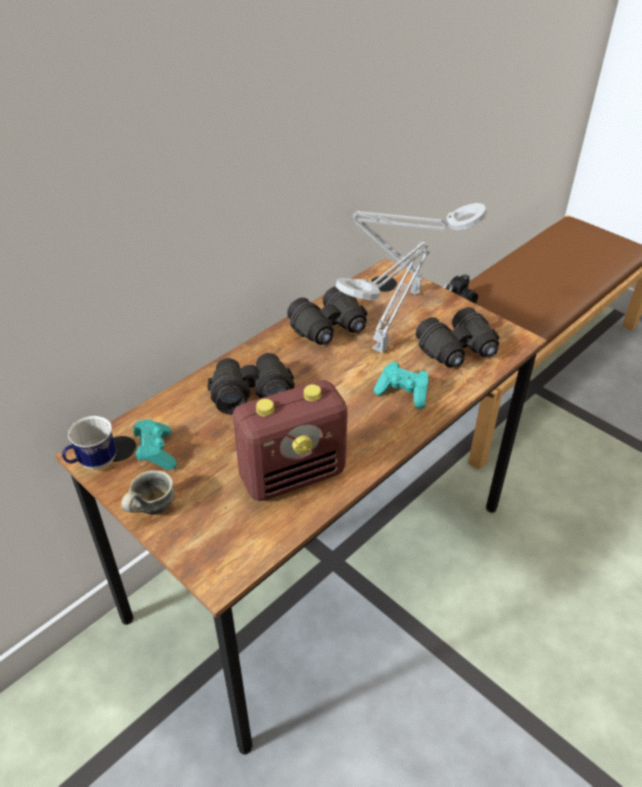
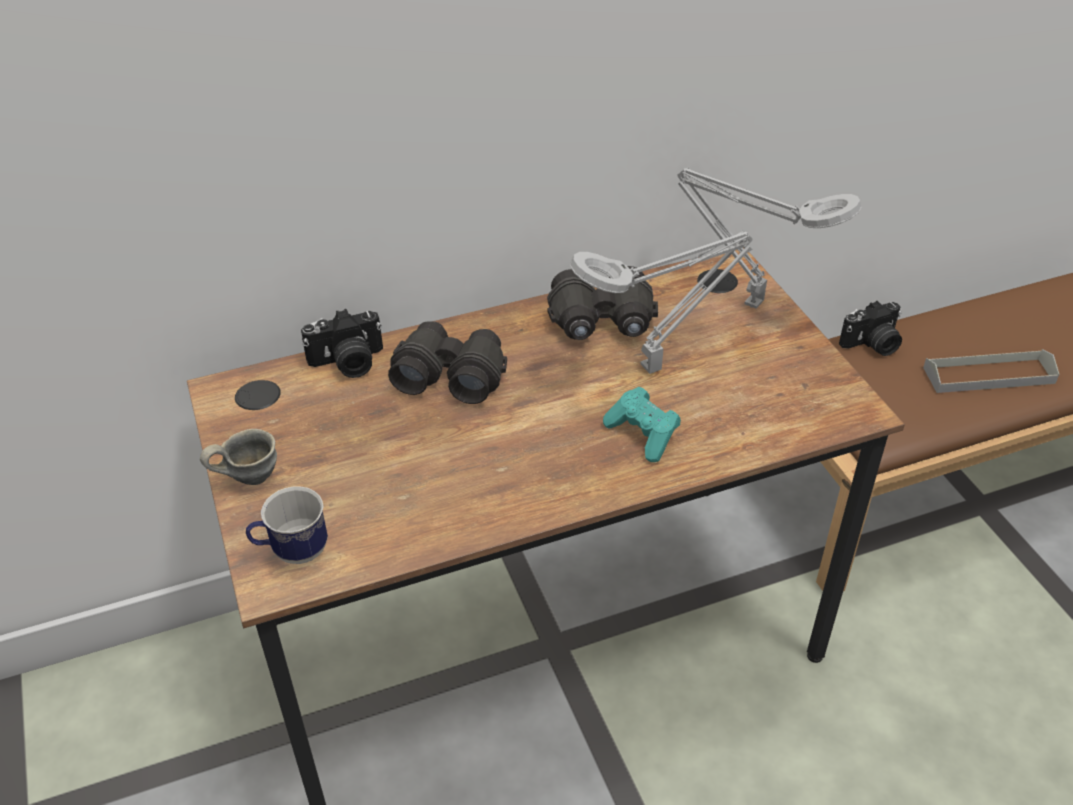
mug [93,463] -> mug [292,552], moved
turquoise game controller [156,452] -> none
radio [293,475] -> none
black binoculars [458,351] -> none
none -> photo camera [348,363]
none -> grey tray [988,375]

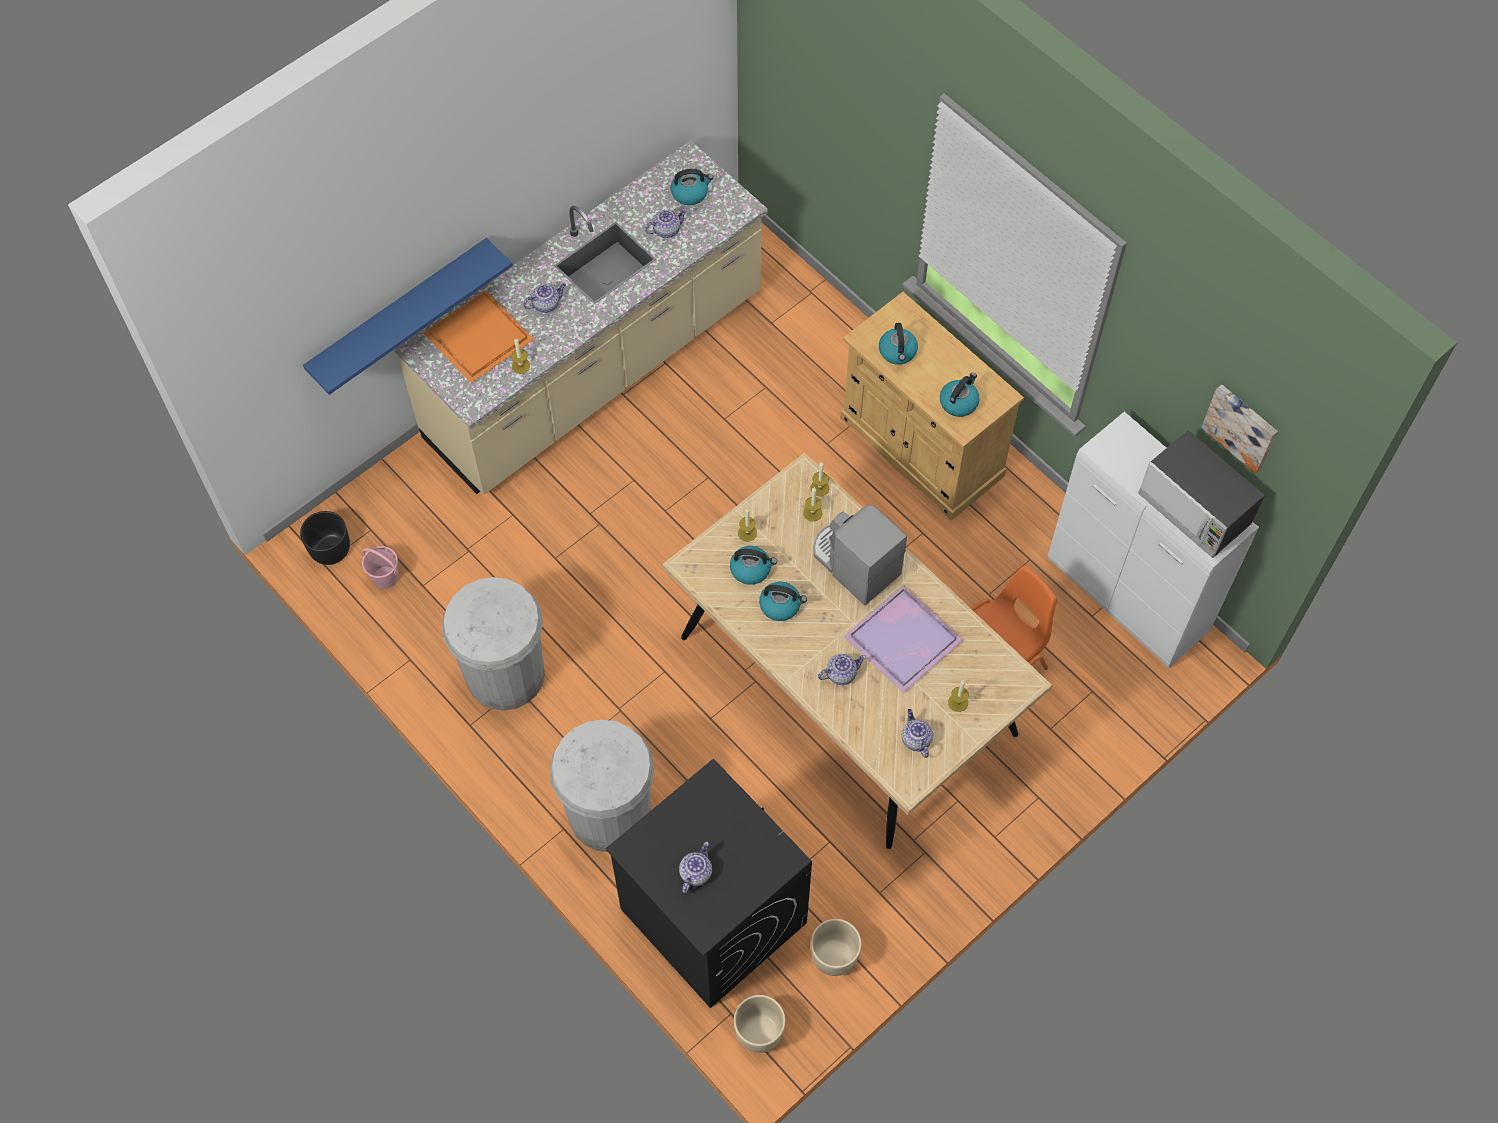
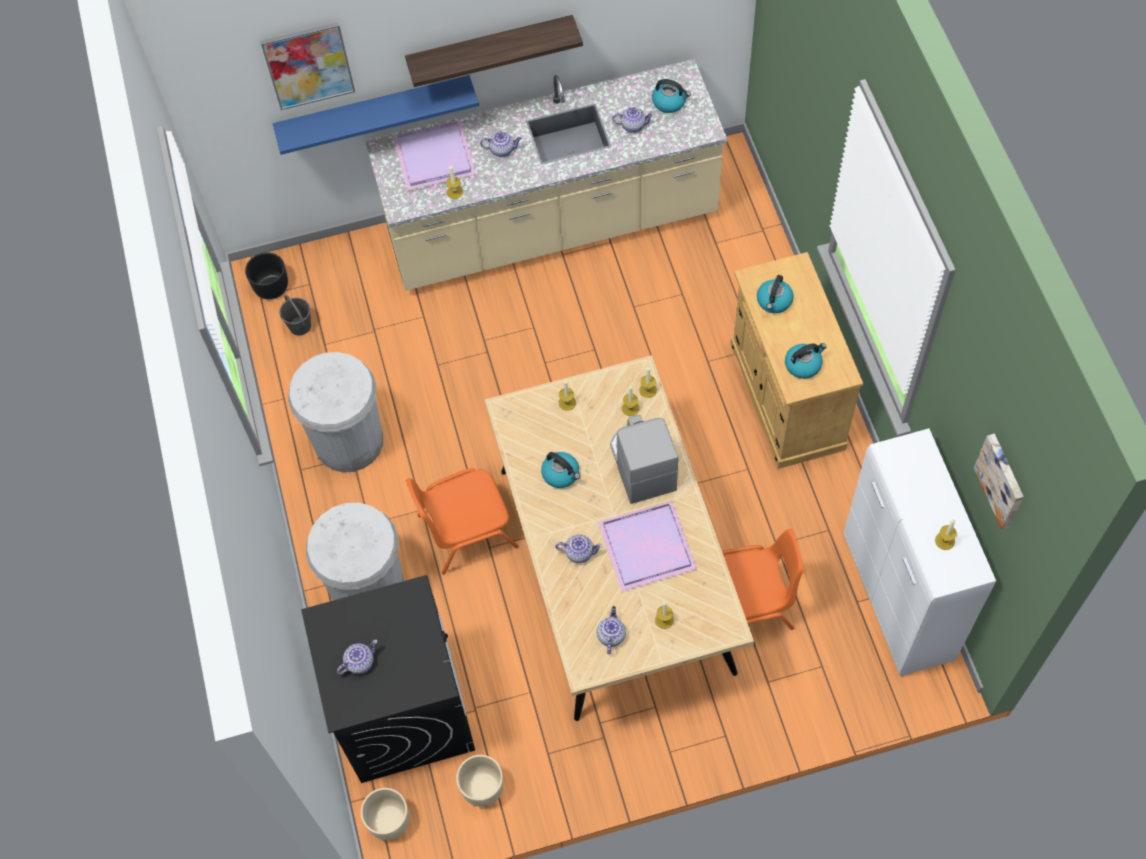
pink bucket [385,577] -> grey bucket [300,326]
orange tray [476,338] -> purple tray [433,156]
kettle [751,569] -> none
microwave [1194,510] -> candle [944,540]
none -> picture [308,65]
none -> shelf [490,48]
none -> orange chair [465,530]

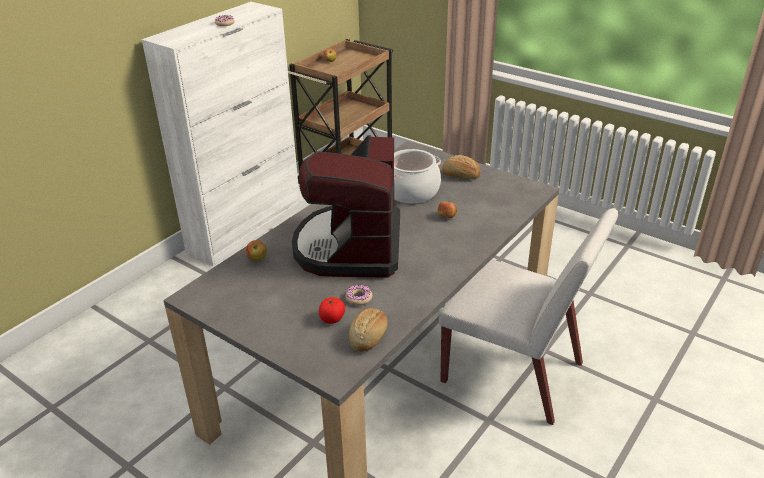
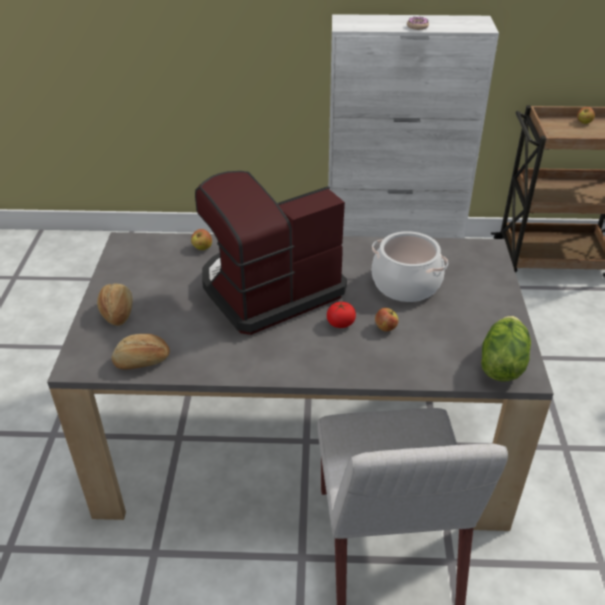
tomato [332,319] -> tomato [340,323], moved
donut [359,298] -> none
bread [460,176] -> bread [117,312], moved
none -> lettuce [501,364]

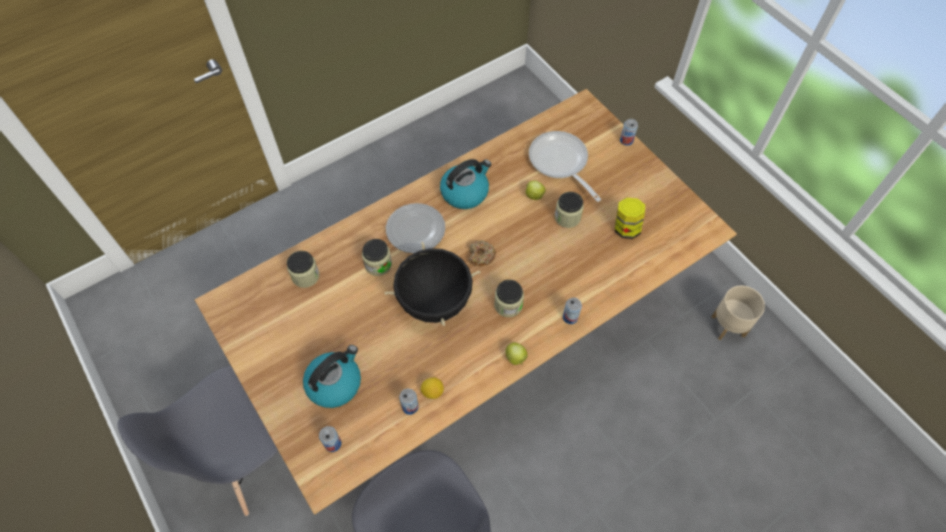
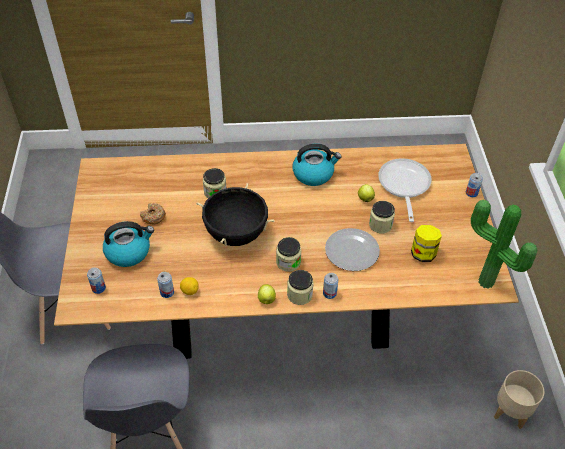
jar [305,276] -> jar [299,294], moved
plate [415,230] -> plate [351,251], moved
donut [481,256] -> donut [153,217], moved
none -> potted plant [484,284]

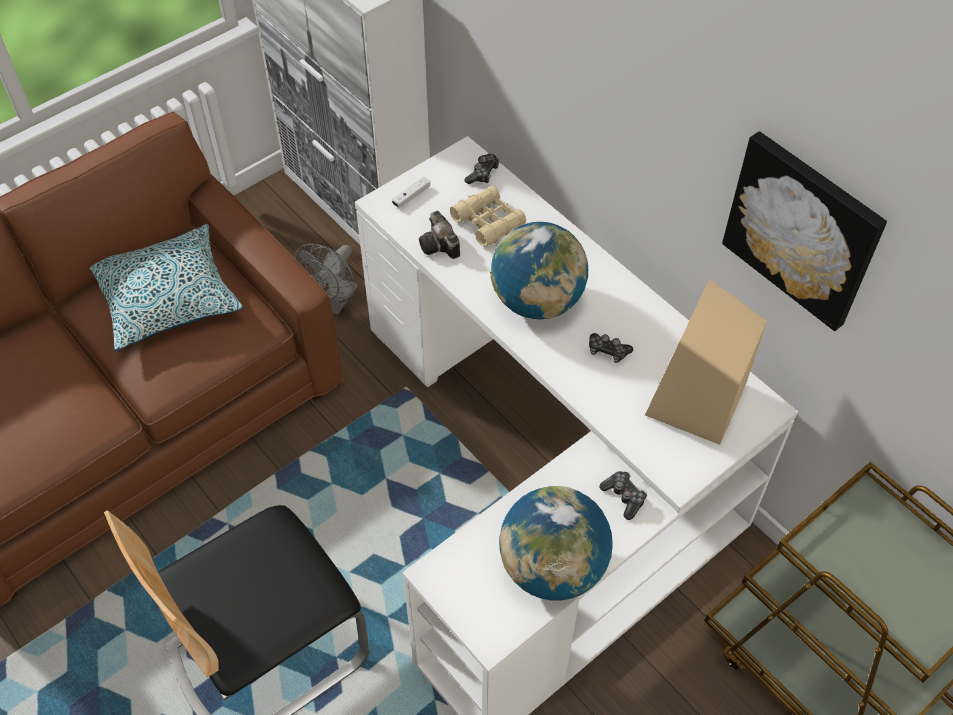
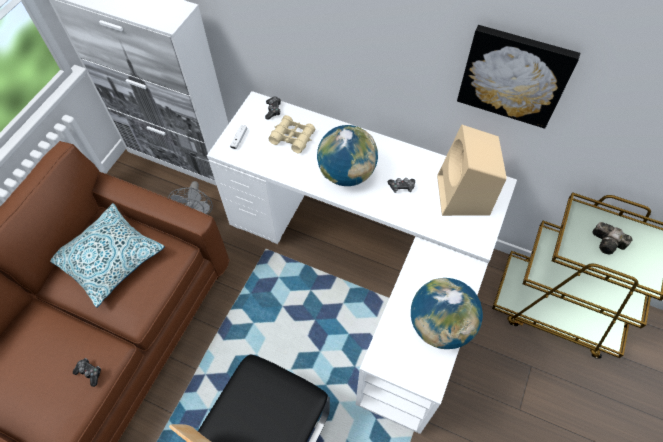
photo camera [440,246] -> photo camera [608,244], moved
game controller [624,497] -> game controller [89,372], moved

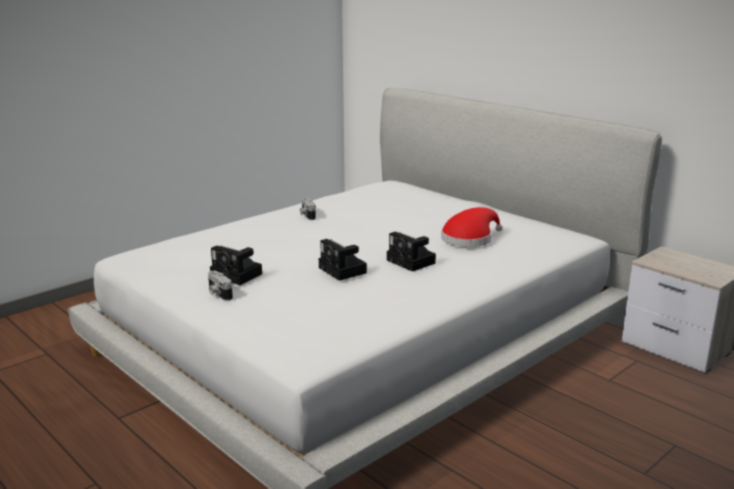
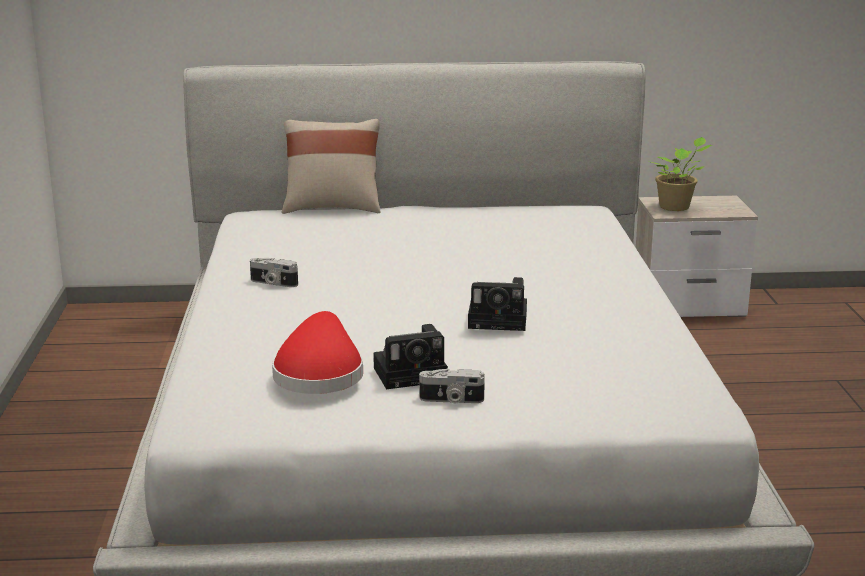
photo camera [412,262] -> none
red hat [469,239] -> red hat [319,373], moved
none -> beige pillow [332,208]
none -> potted plant [676,207]

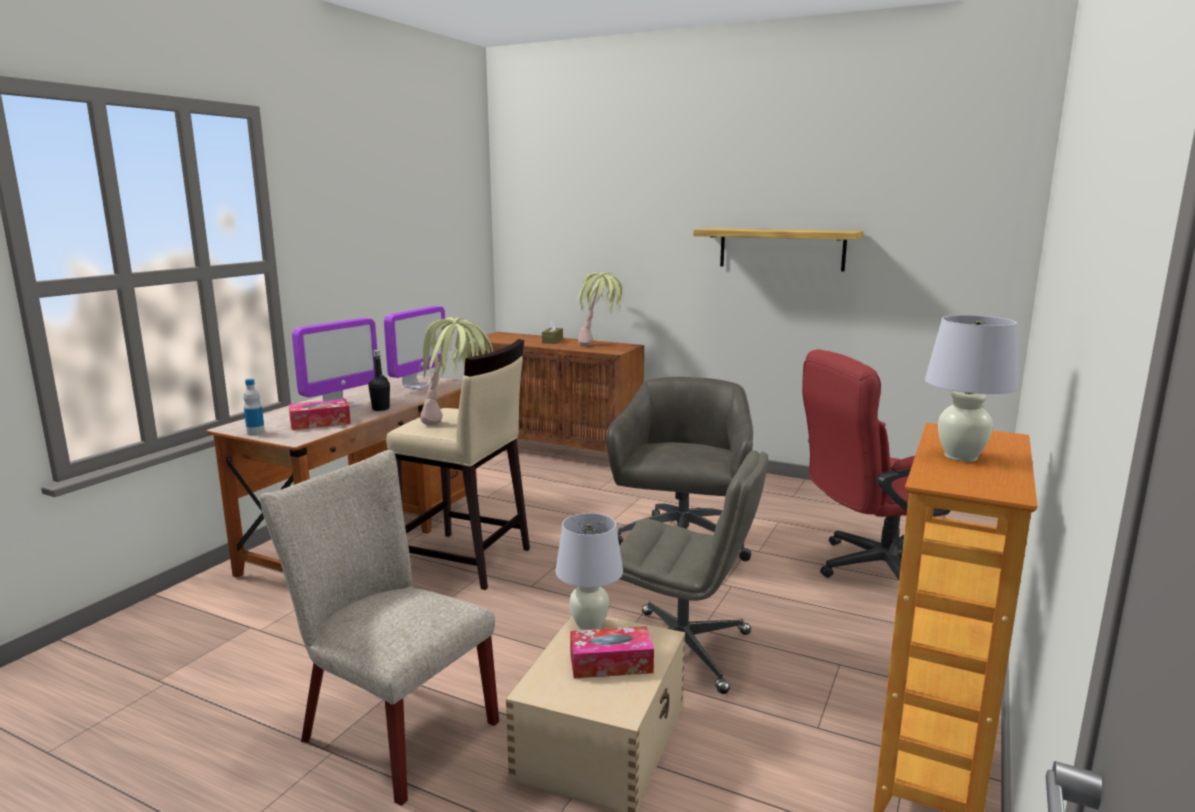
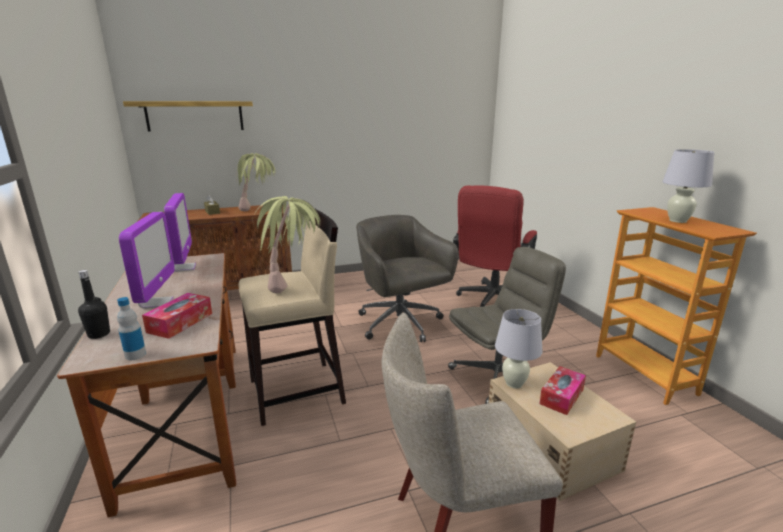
black bottle [381,409] -> black bottle [99,334], moved
shelf [781,249] -> shelf [195,116], moved

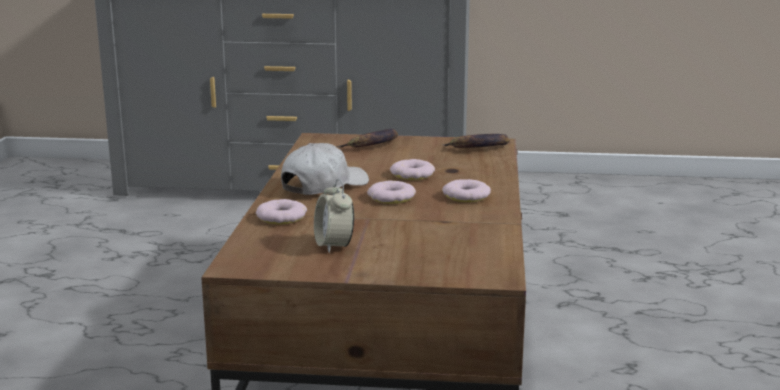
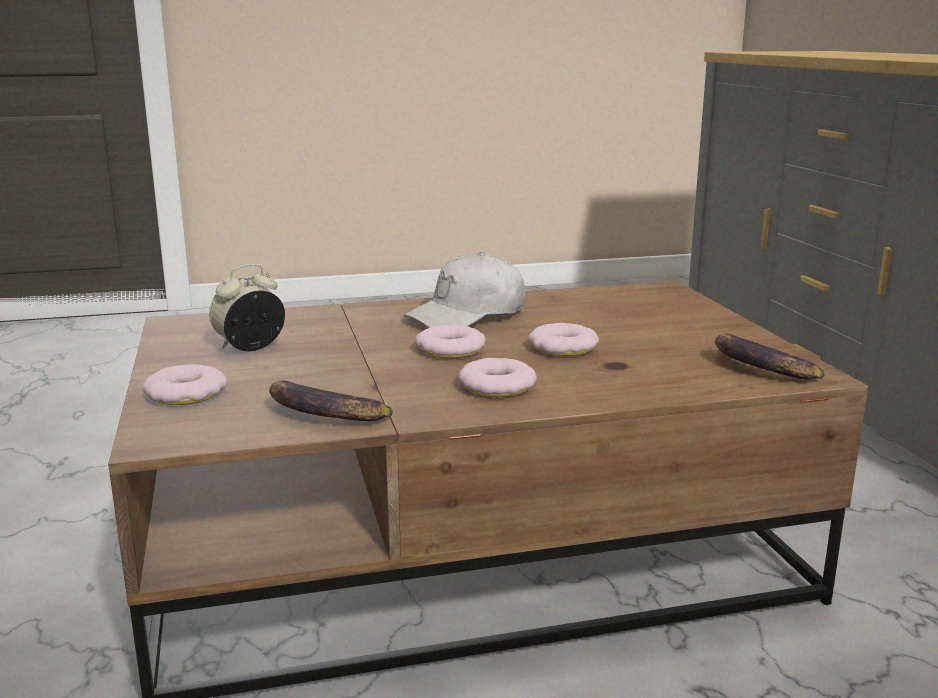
donut [281,217] -> donut [186,393], moved
white cap [323,186] -> white cap [467,316], 120 degrees clockwise
banana [373,145] -> banana [323,413], moved

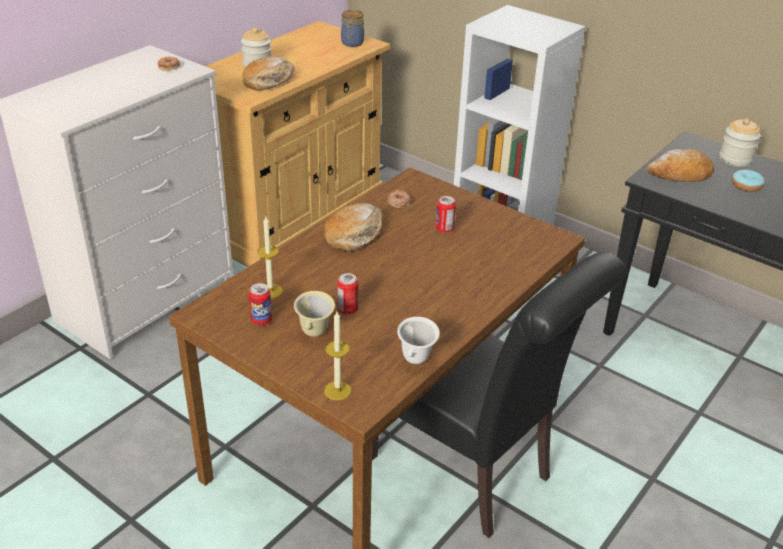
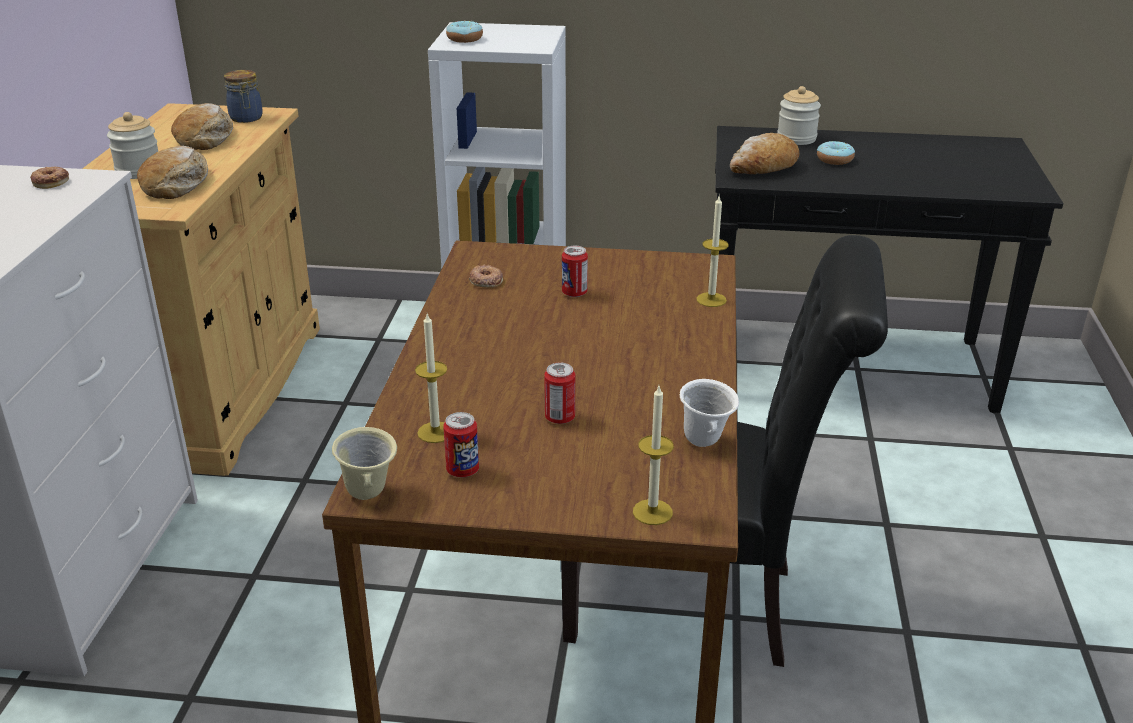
beige mug [315,334] -> beige mug [370,495], moved
bread [354,234] -> bread [205,138], moved
none -> donut [464,39]
none -> candle [711,300]

